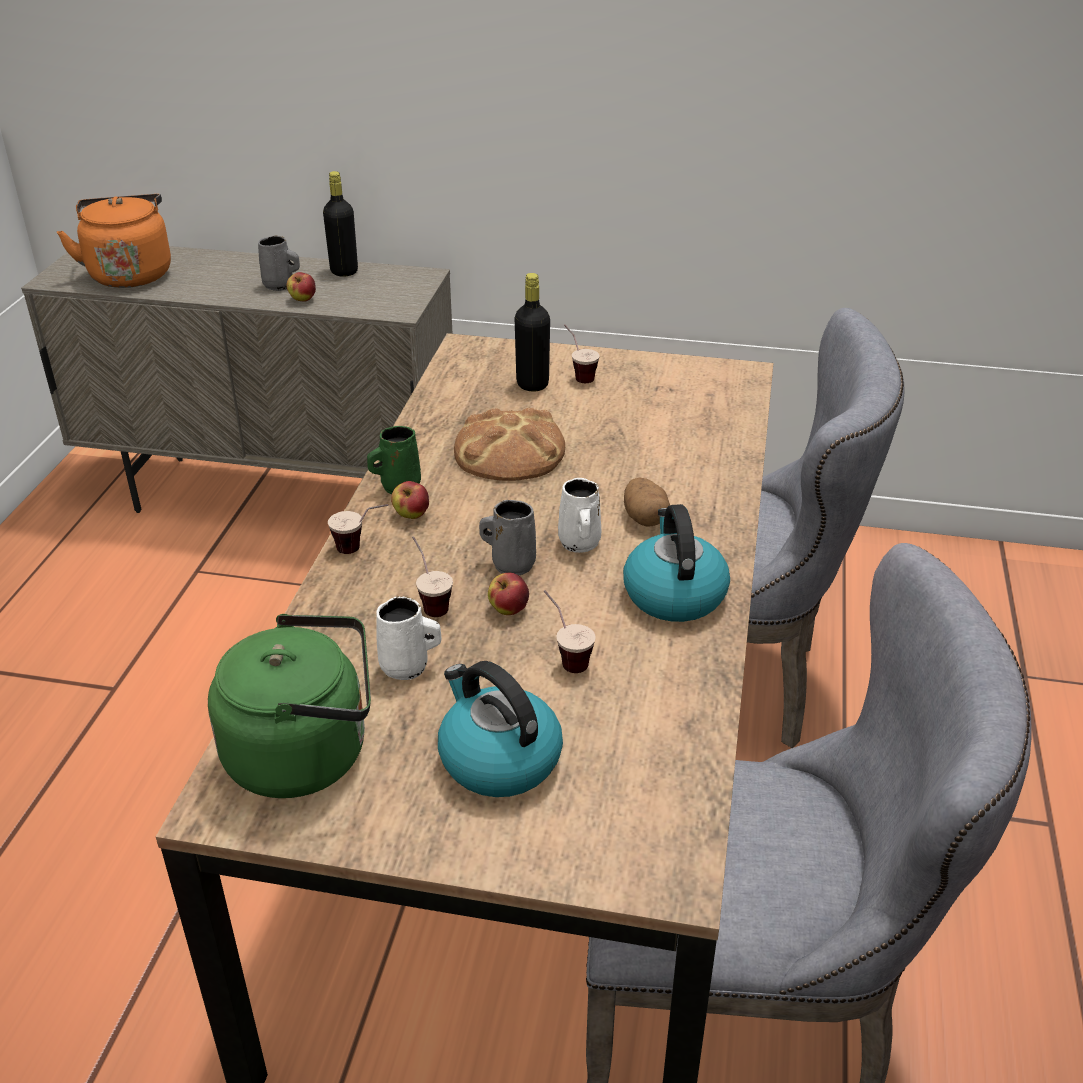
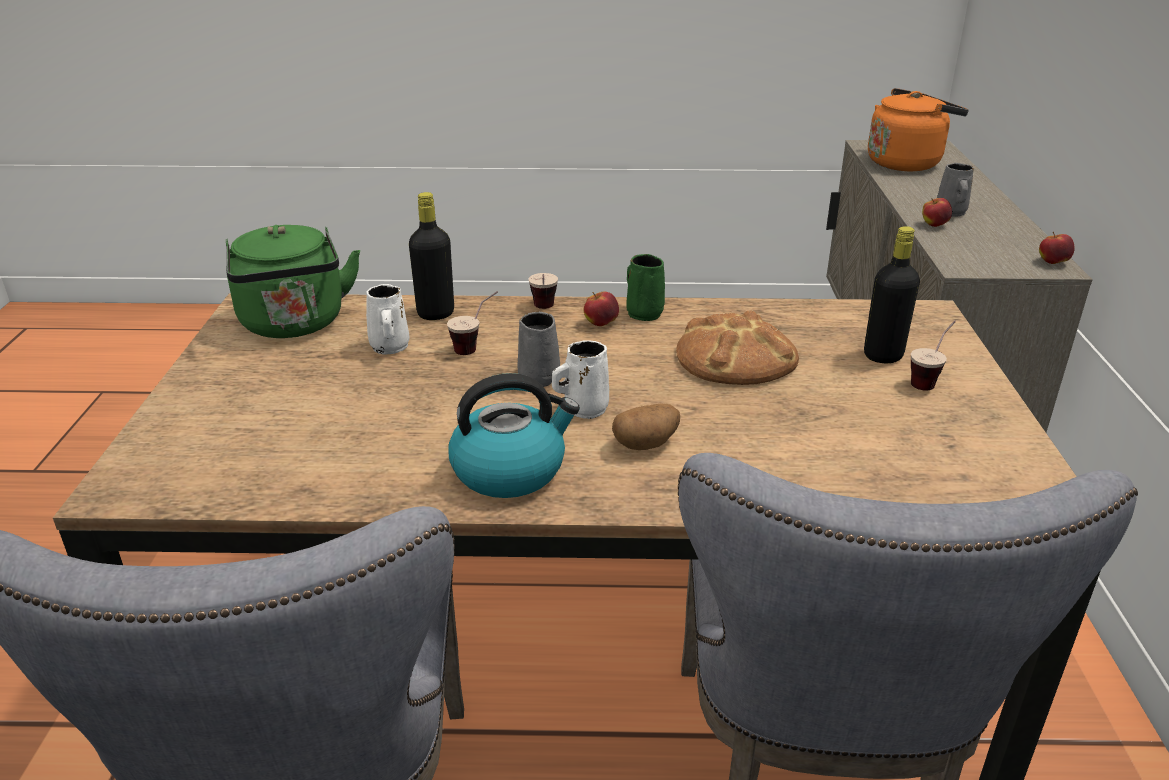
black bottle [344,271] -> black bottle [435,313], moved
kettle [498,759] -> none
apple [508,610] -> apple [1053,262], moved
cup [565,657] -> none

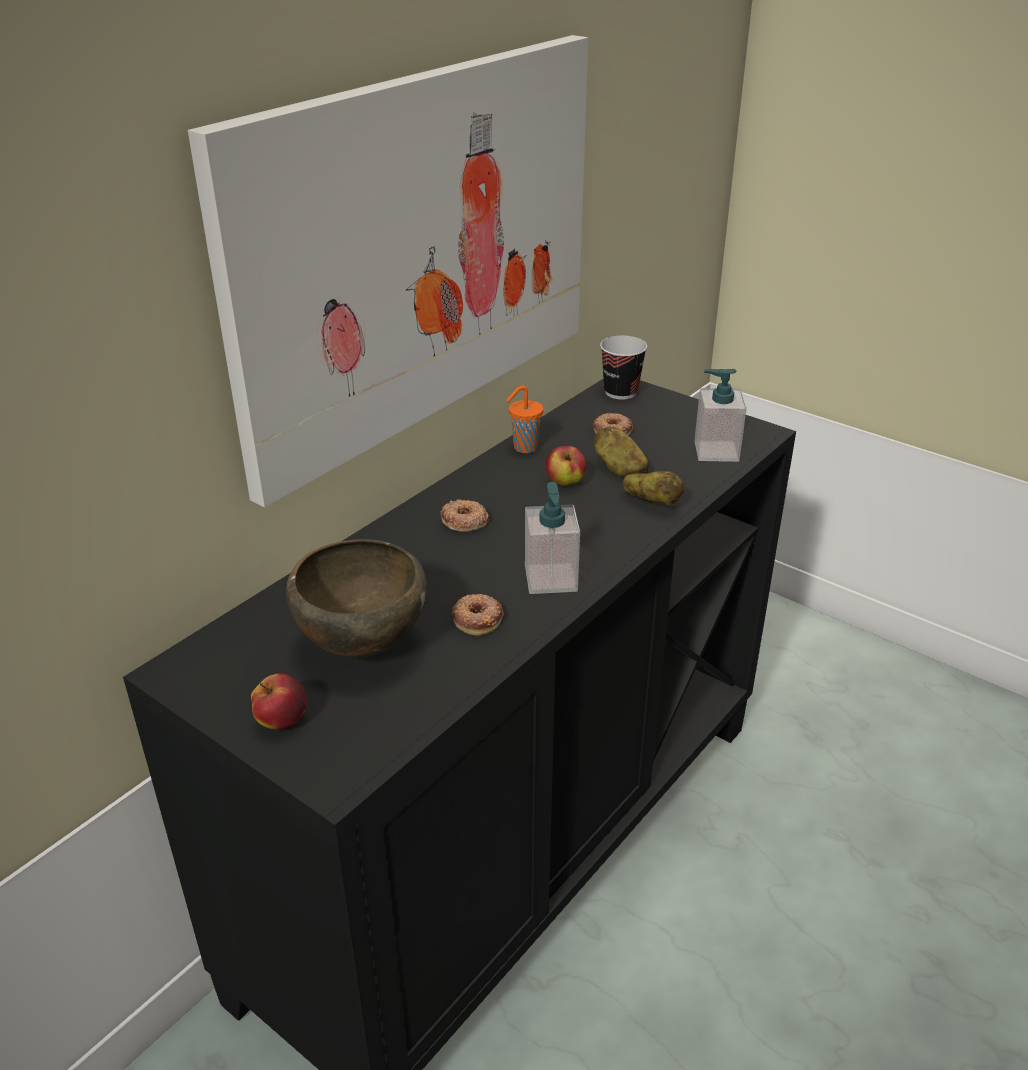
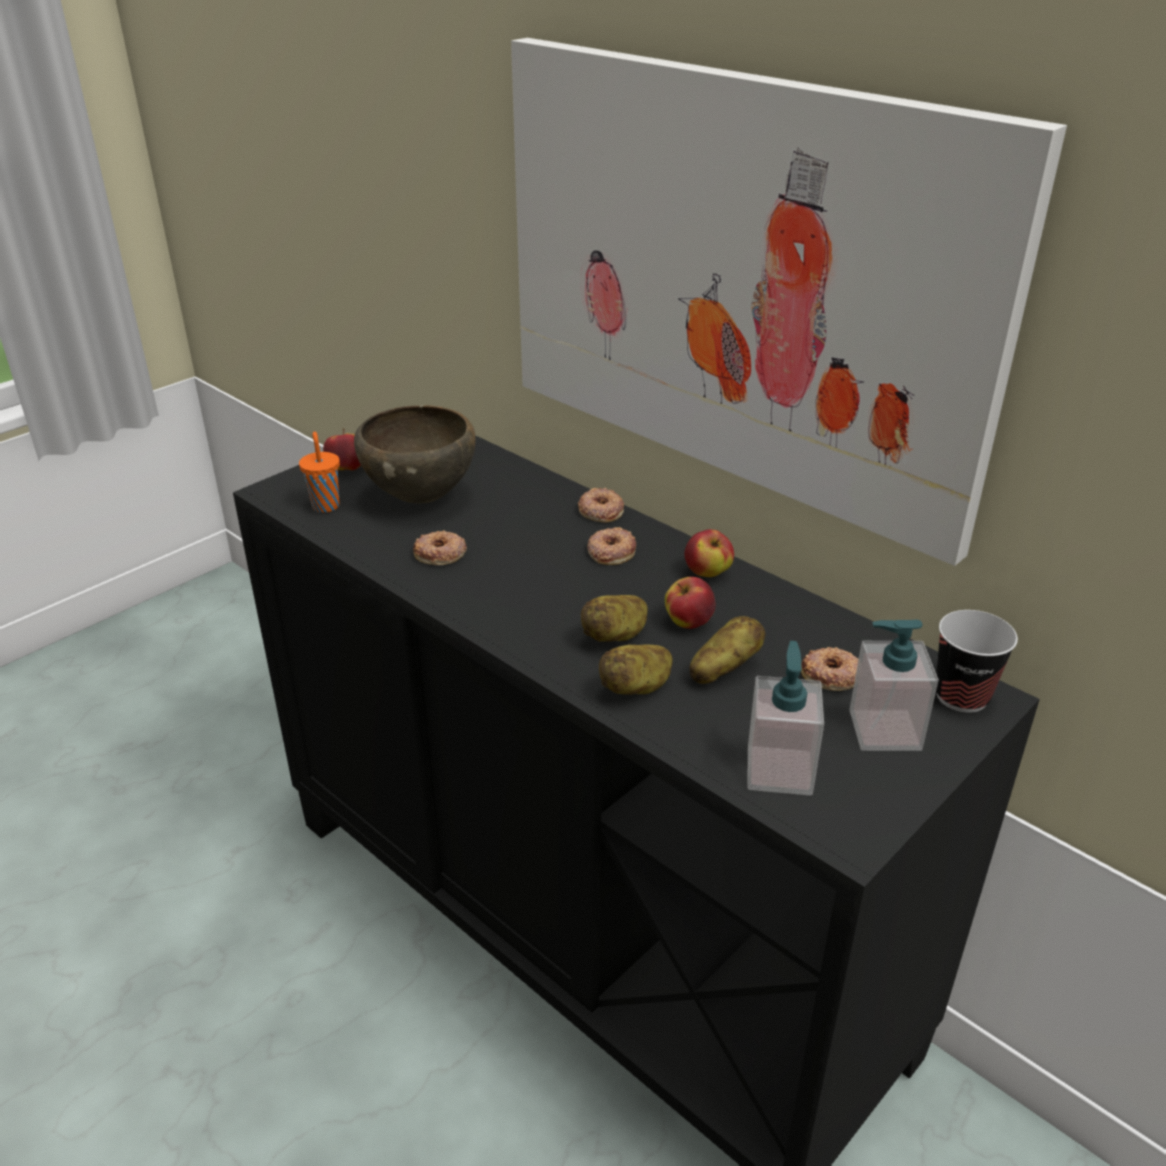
orange cup [524,448] -> orange cup [325,505], moved
soap dispenser [551,579] -> soap dispenser [884,730], moved
none -> donut [600,511]
none -> potato [616,636]
none -> apple [707,573]

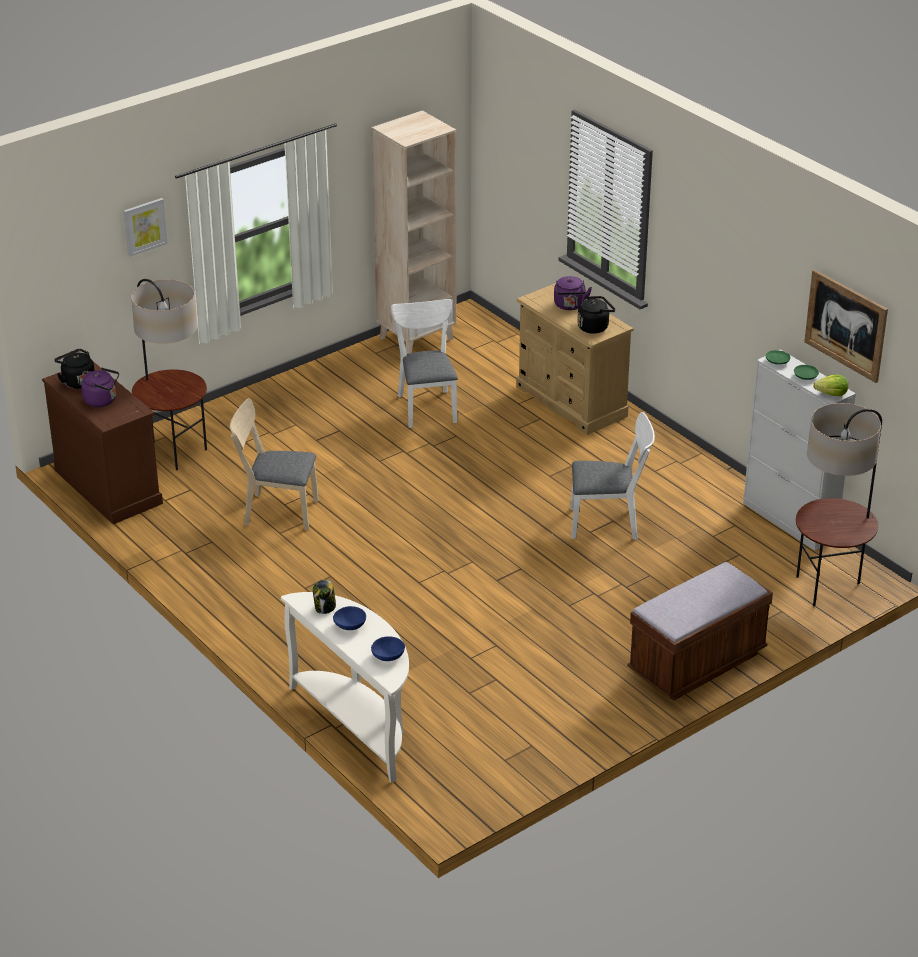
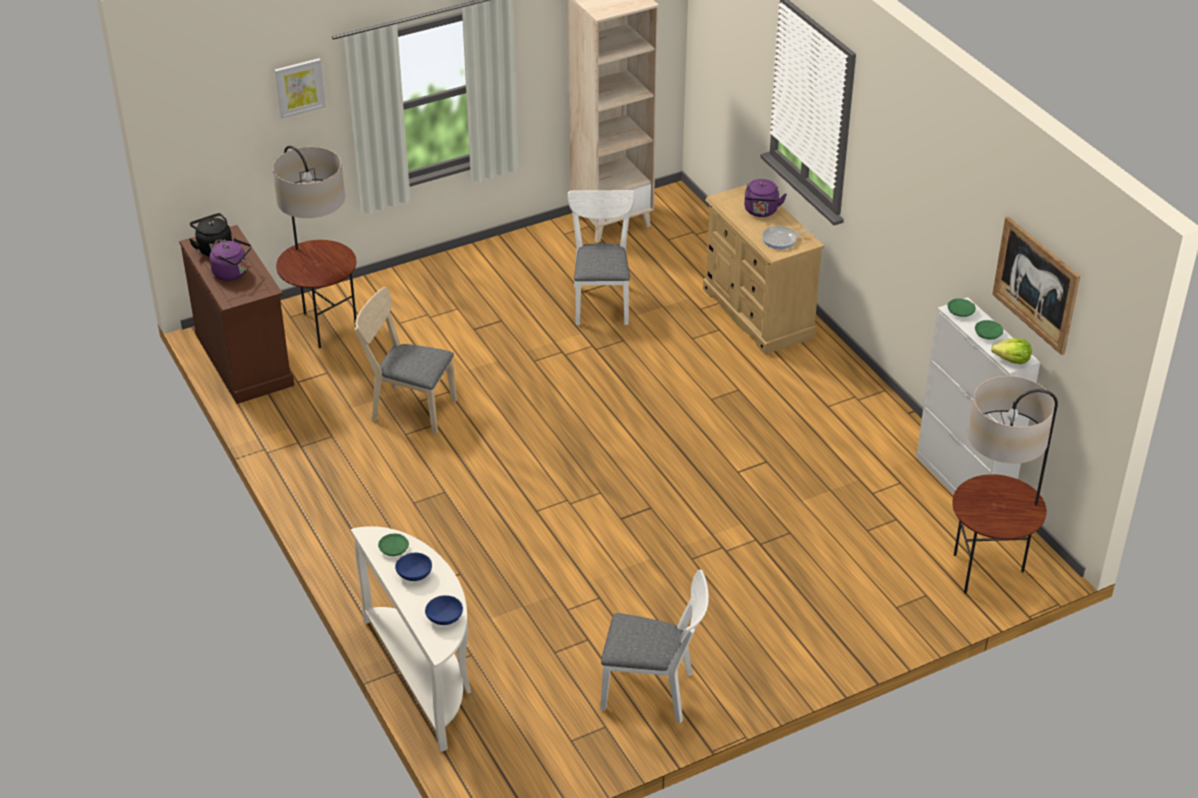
jar [325,607] -> green plate [394,549]
white chair [610,523] -> white chair [654,692], moved
black kettle [594,327] -> frying pan [781,240]
brown bench [697,663] -> none

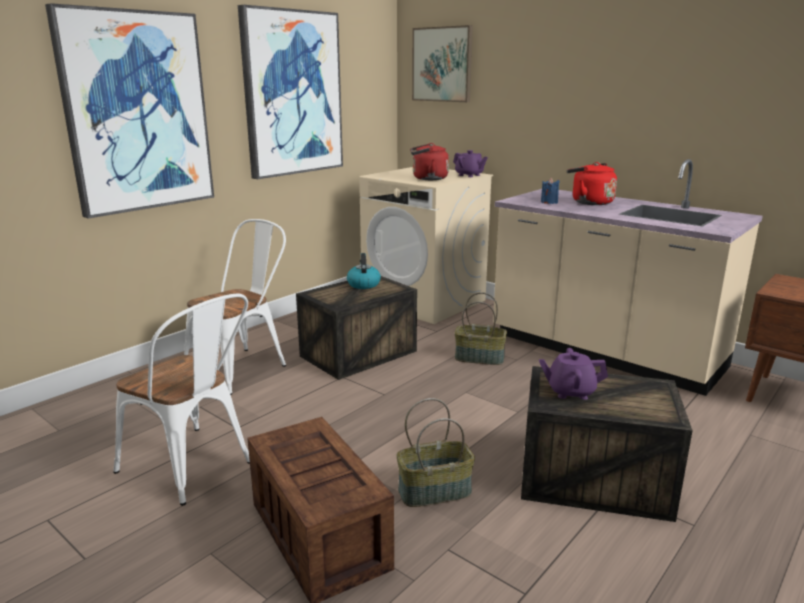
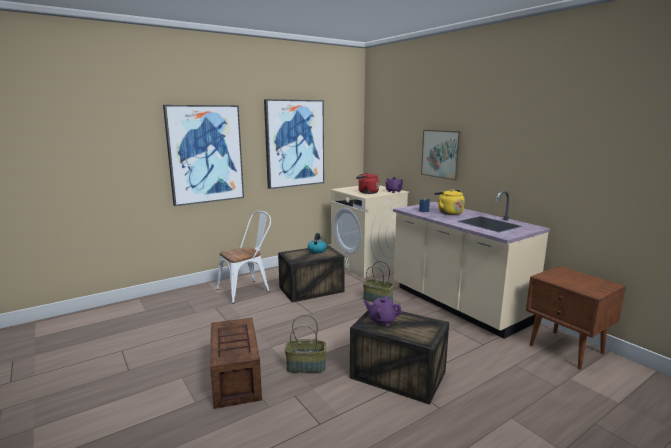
white chair [193,469] -> none
picture [442,64] -> picture [441,154], moved
red kettle [589,202] -> yellow kettle [448,212]

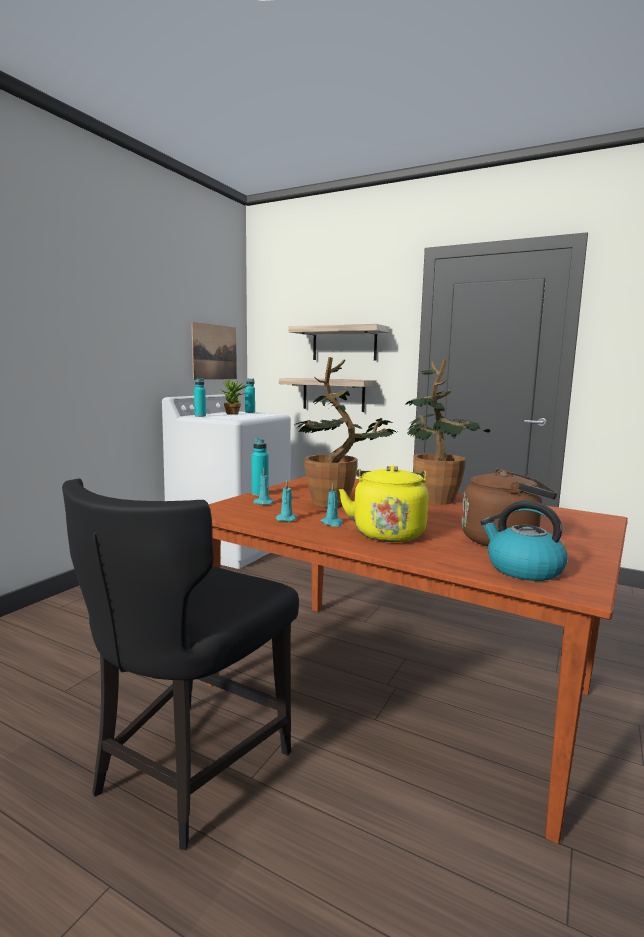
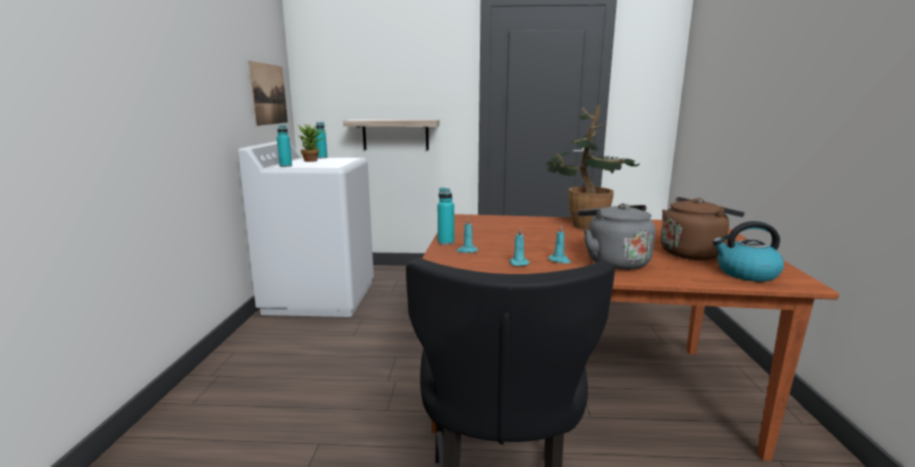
shelf [344,344] -> none
potted plant [339,502] -> none
yellow kettle [387,533] -> grey kettle [613,261]

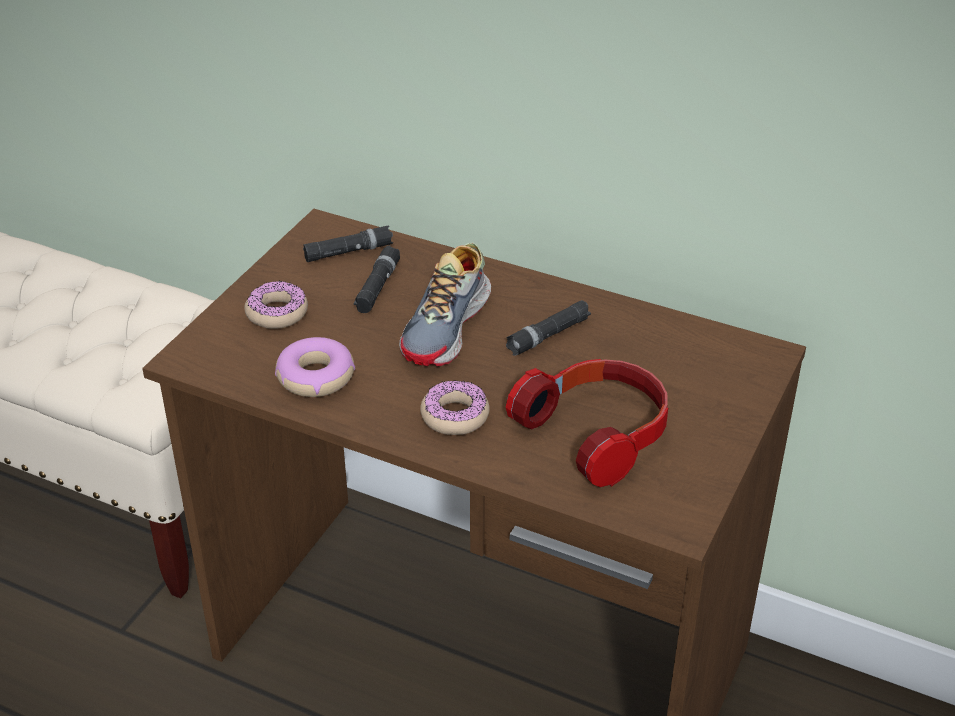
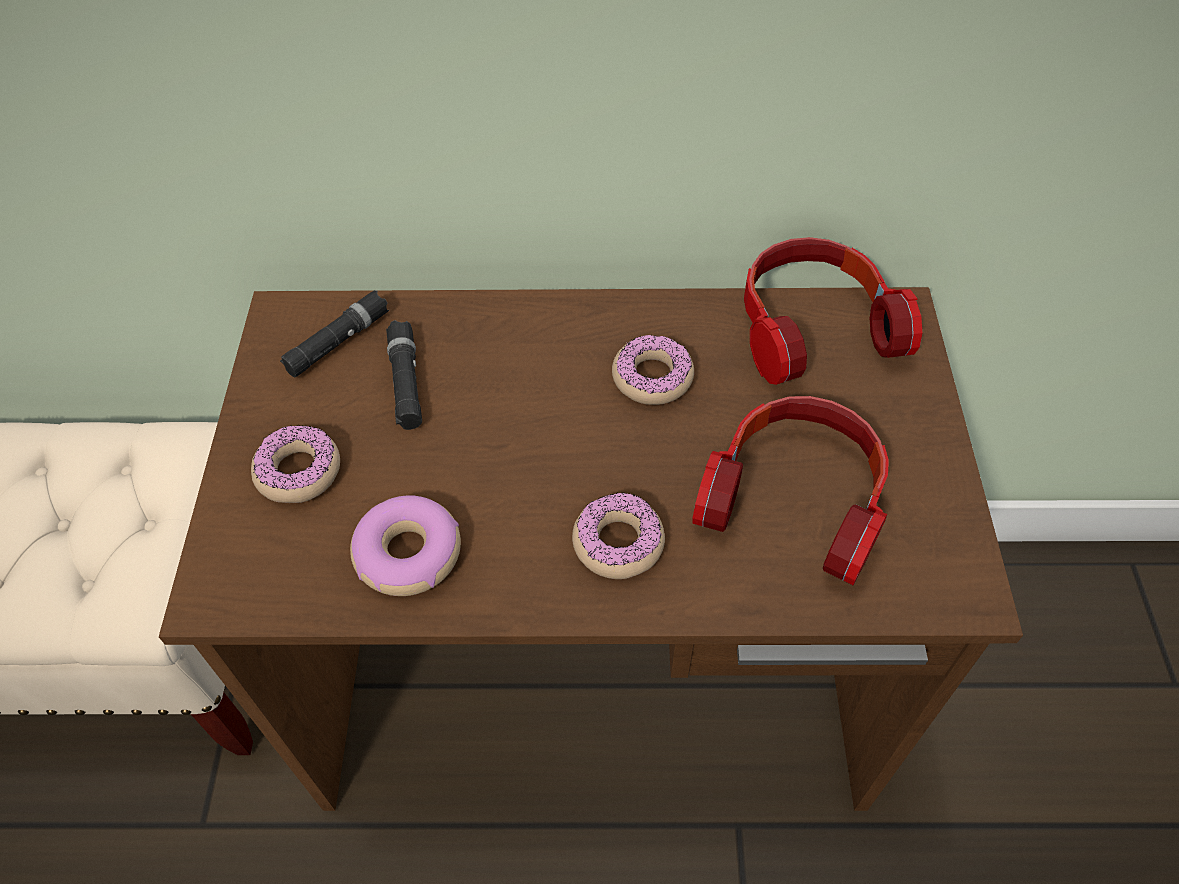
shoe [448,327] -> none
black flashlight [548,335] -> donut [652,377]
none -> headphones [812,326]

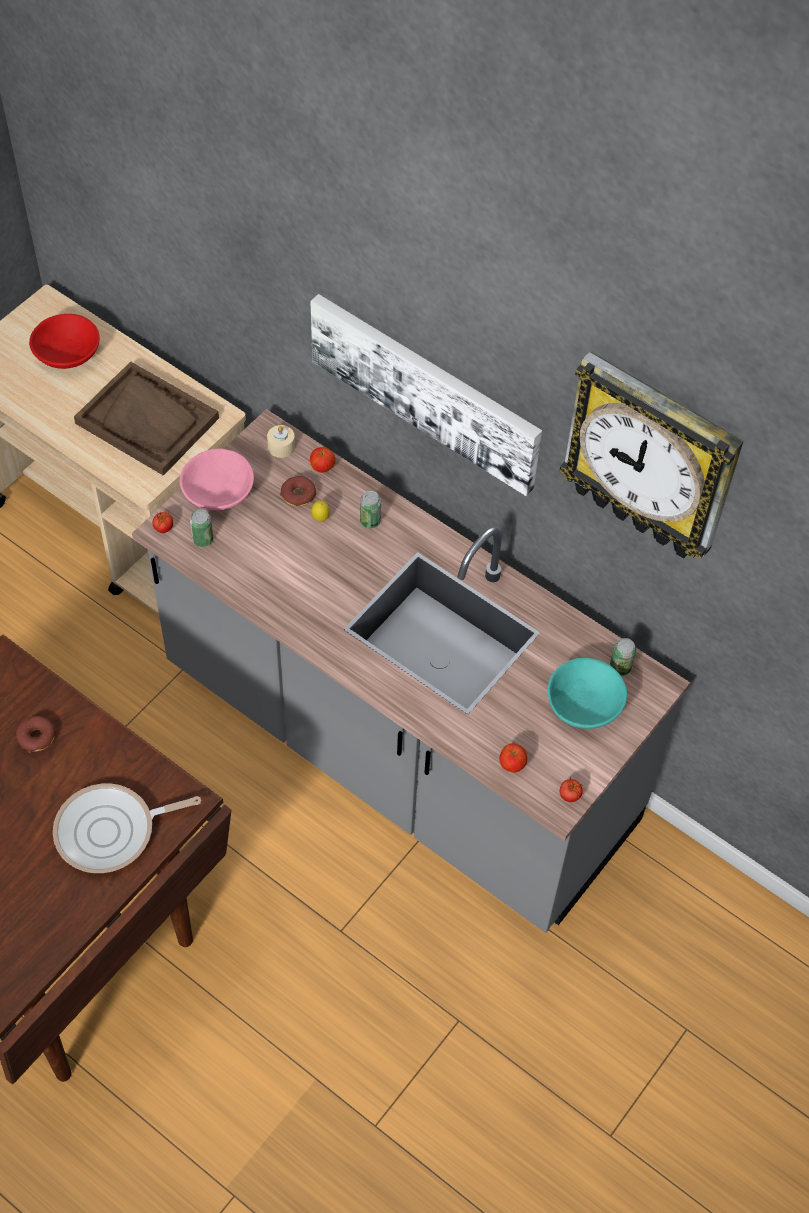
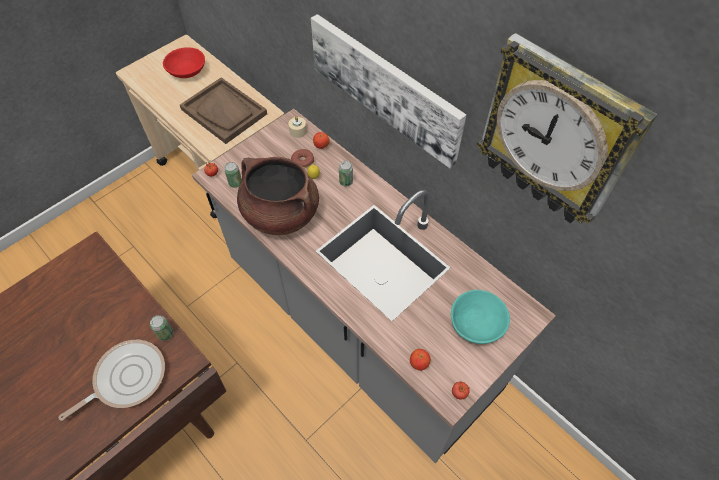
donut [37,737] -> none
frying pan [111,832] -> frying pan [126,378], 150 degrees clockwise
pink bowl [219,493] -> none
can [620,667] -> can [165,334], moved
none -> brown cooking pot [280,214]

